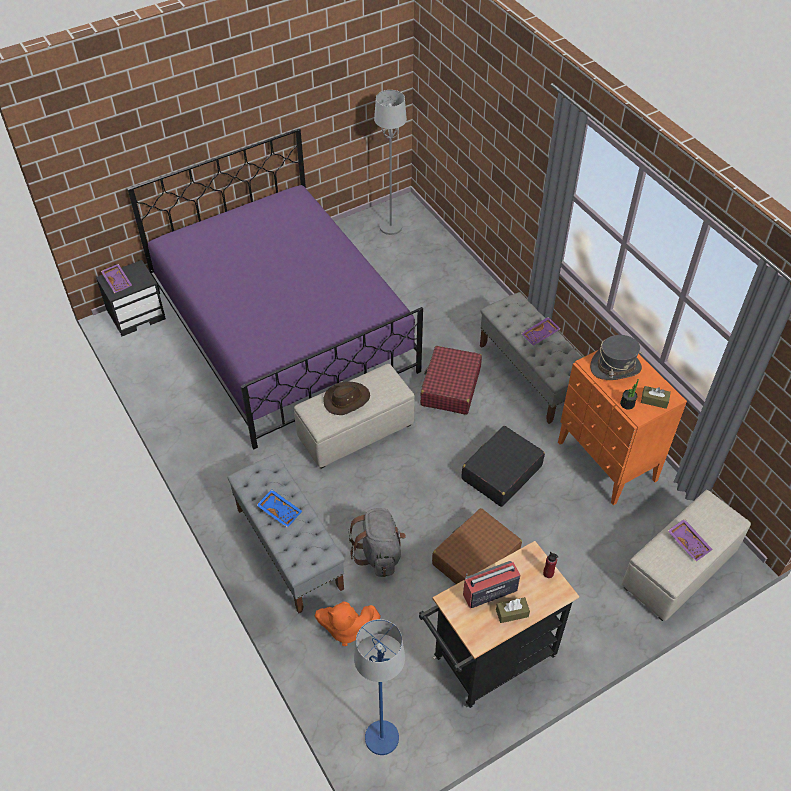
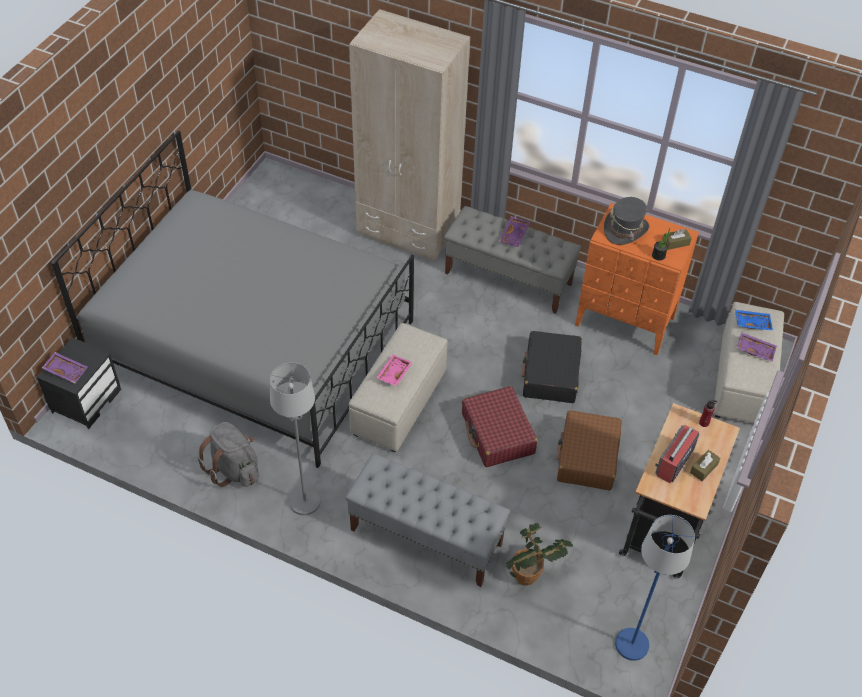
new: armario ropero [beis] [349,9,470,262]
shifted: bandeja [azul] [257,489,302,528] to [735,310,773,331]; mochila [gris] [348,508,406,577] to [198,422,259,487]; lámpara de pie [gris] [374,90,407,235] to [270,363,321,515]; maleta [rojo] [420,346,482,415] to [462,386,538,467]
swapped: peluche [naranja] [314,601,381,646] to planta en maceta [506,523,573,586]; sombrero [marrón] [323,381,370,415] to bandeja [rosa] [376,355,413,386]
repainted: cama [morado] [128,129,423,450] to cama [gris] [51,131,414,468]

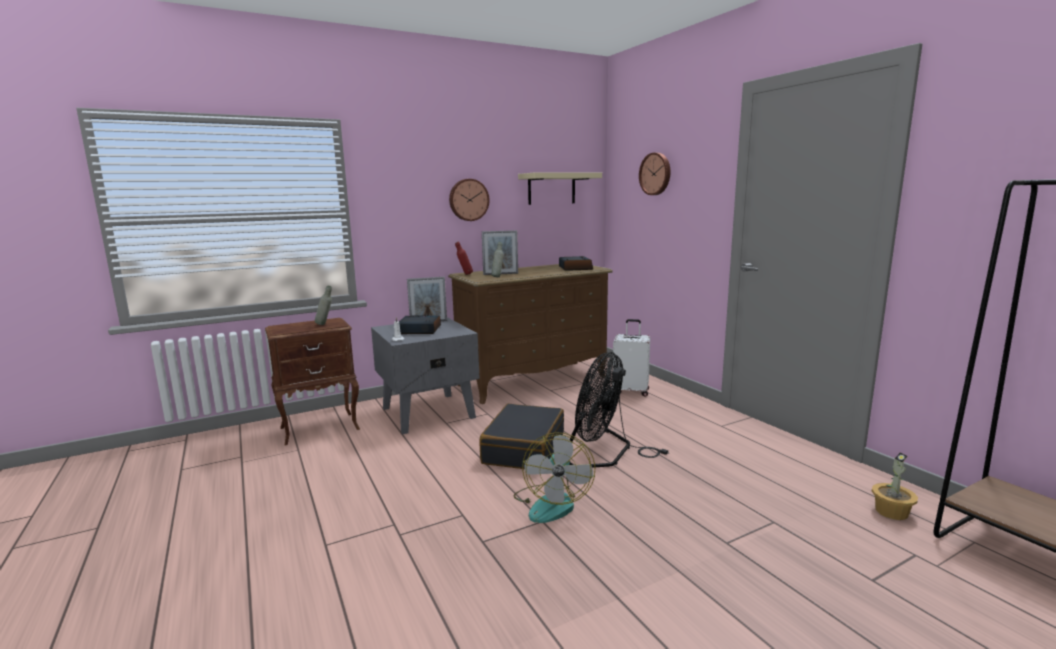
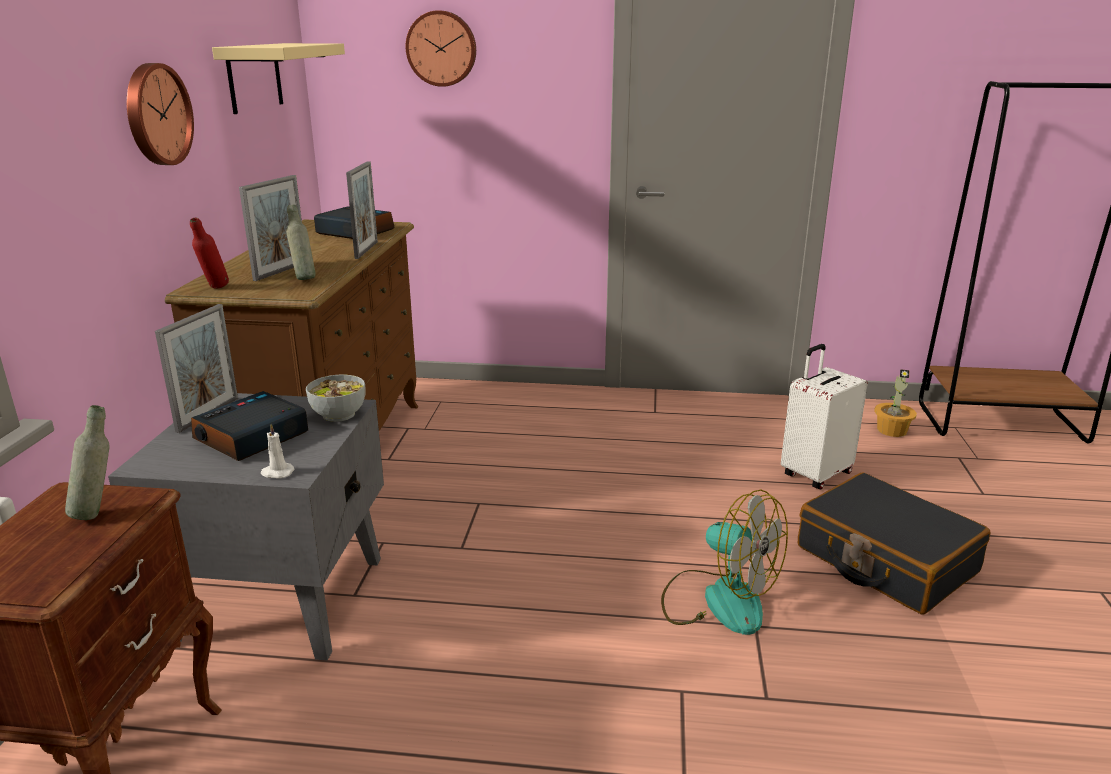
gone: ventilador [negro] [570,352,669,468]
new: cuenco [306,375,366,422]; portarretratos [346,161,378,259]
shifted: maleta [negro] [479,404,564,469] to [798,472,990,615]; maleta [blanco] [612,319,650,397] to [781,344,868,490]

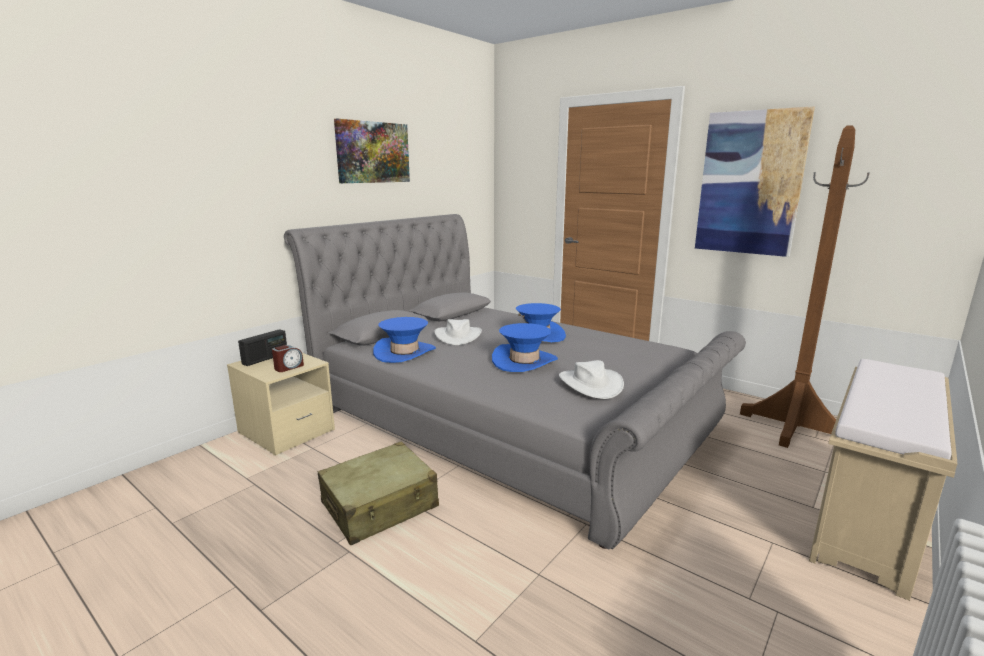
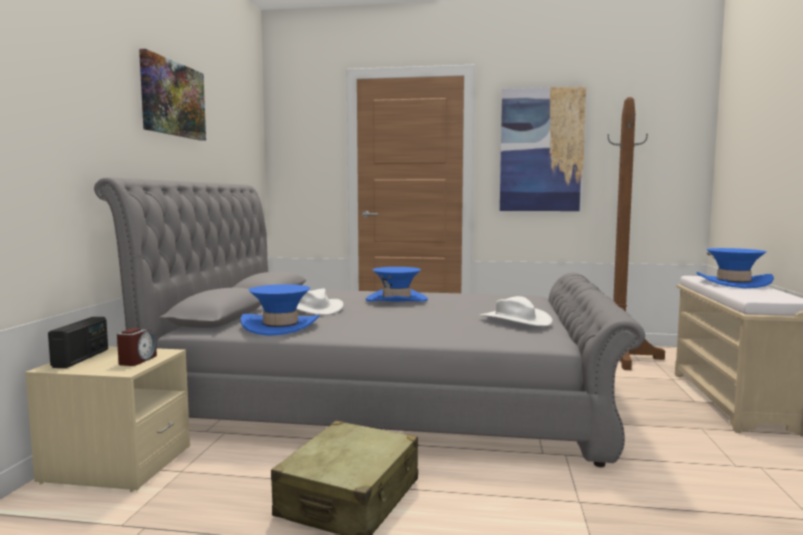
shifted: sombrero [azul] [492,323,558,372] to [696,248,774,288]

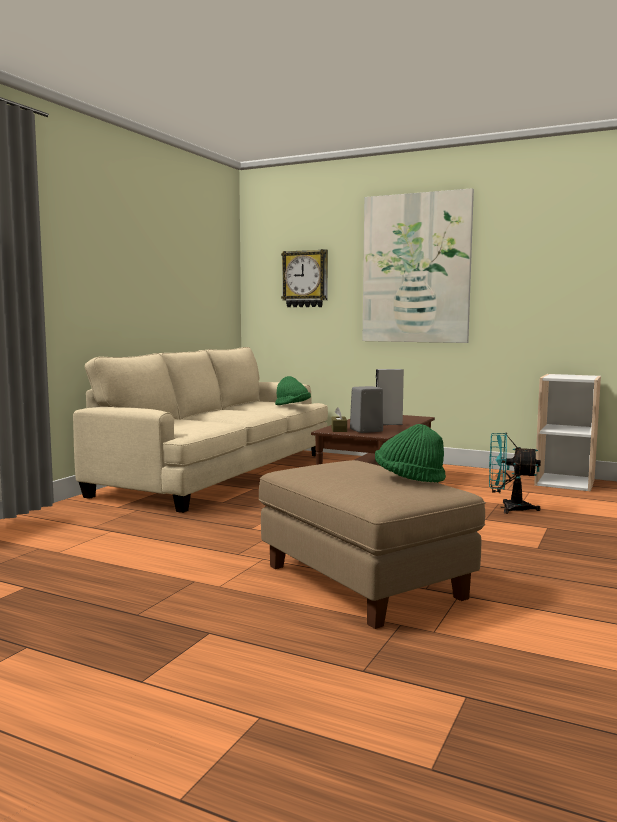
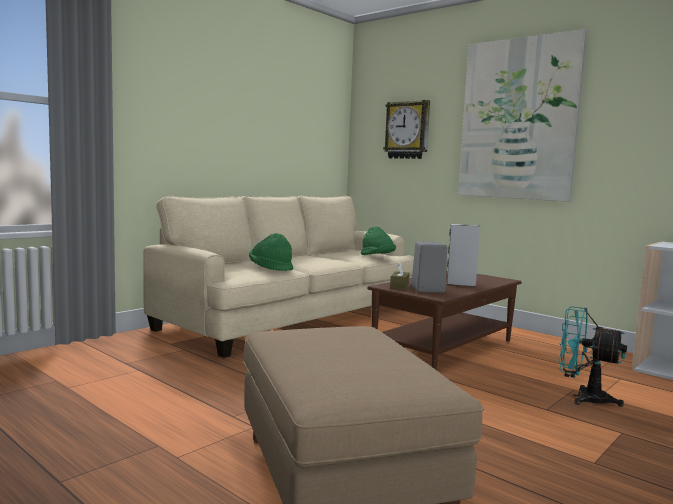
shifted: sombrero [verde] [375,424,446,483] to [249,233,293,271]

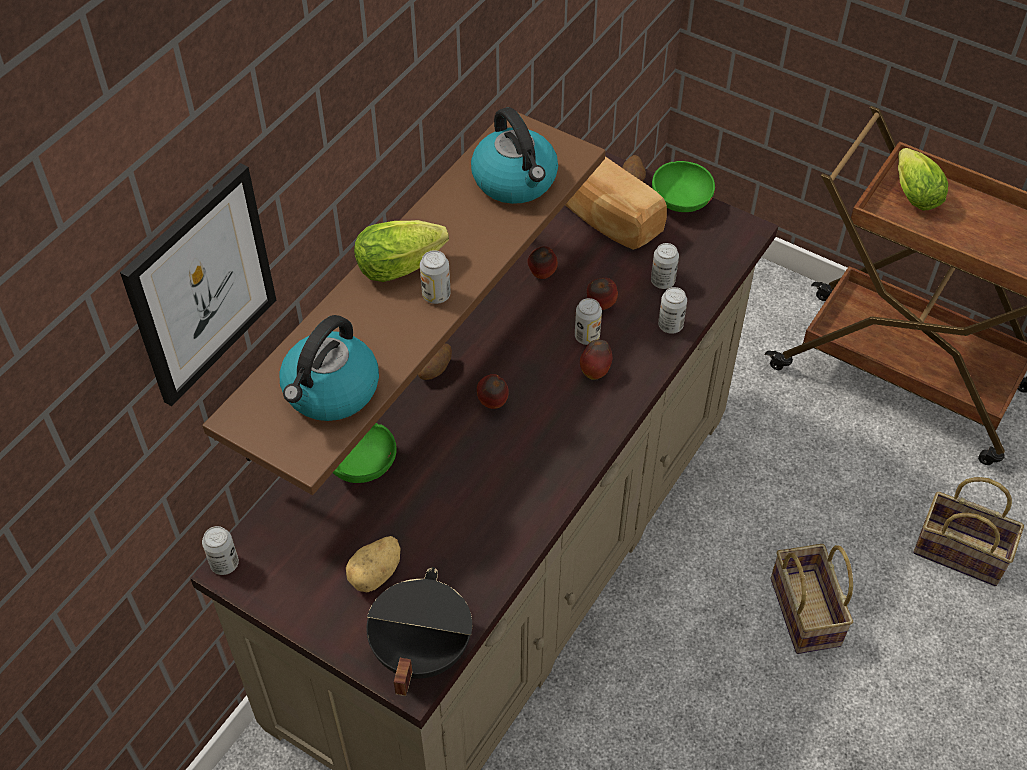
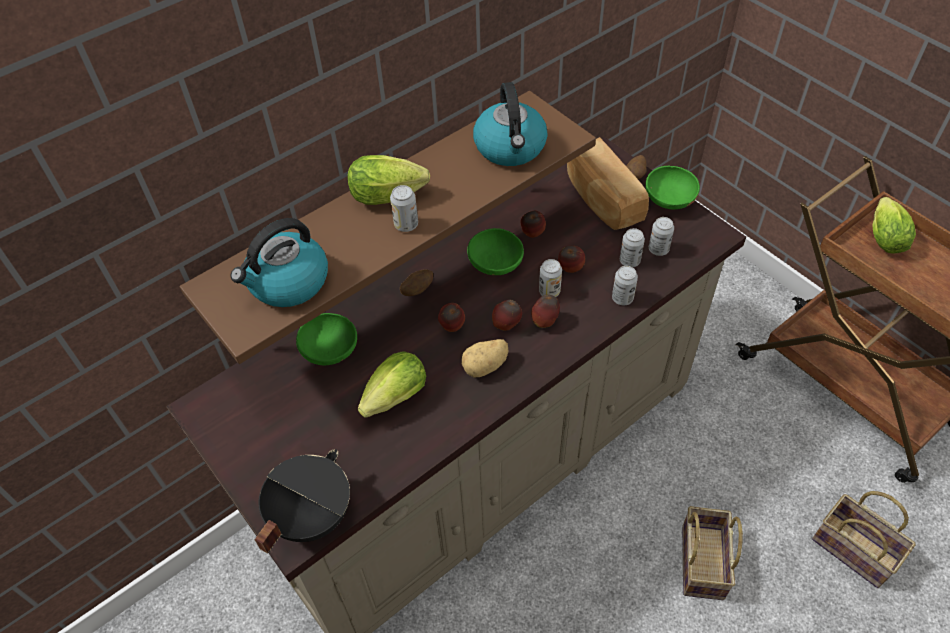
gone: cuadro [120,163,276,406]
new: lechuga [358,351,426,418]; cuenco [verde] [467,228,524,275]; manzana [492,300,522,331]
shifted: lata [202,526,239,575] to [649,217,674,256]; patata [346,536,400,592] to [461,339,508,377]

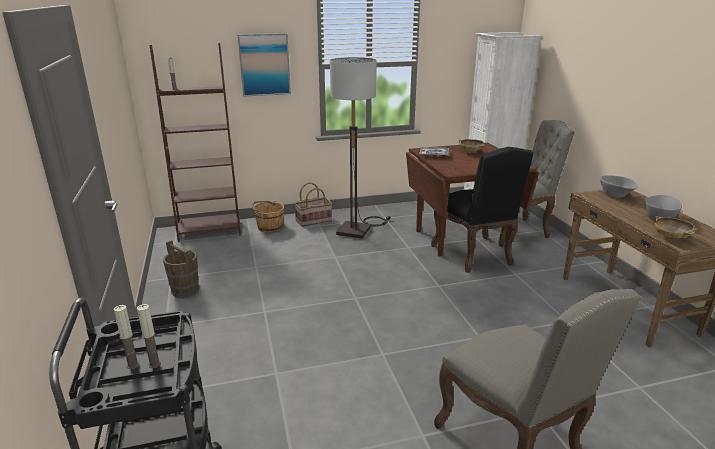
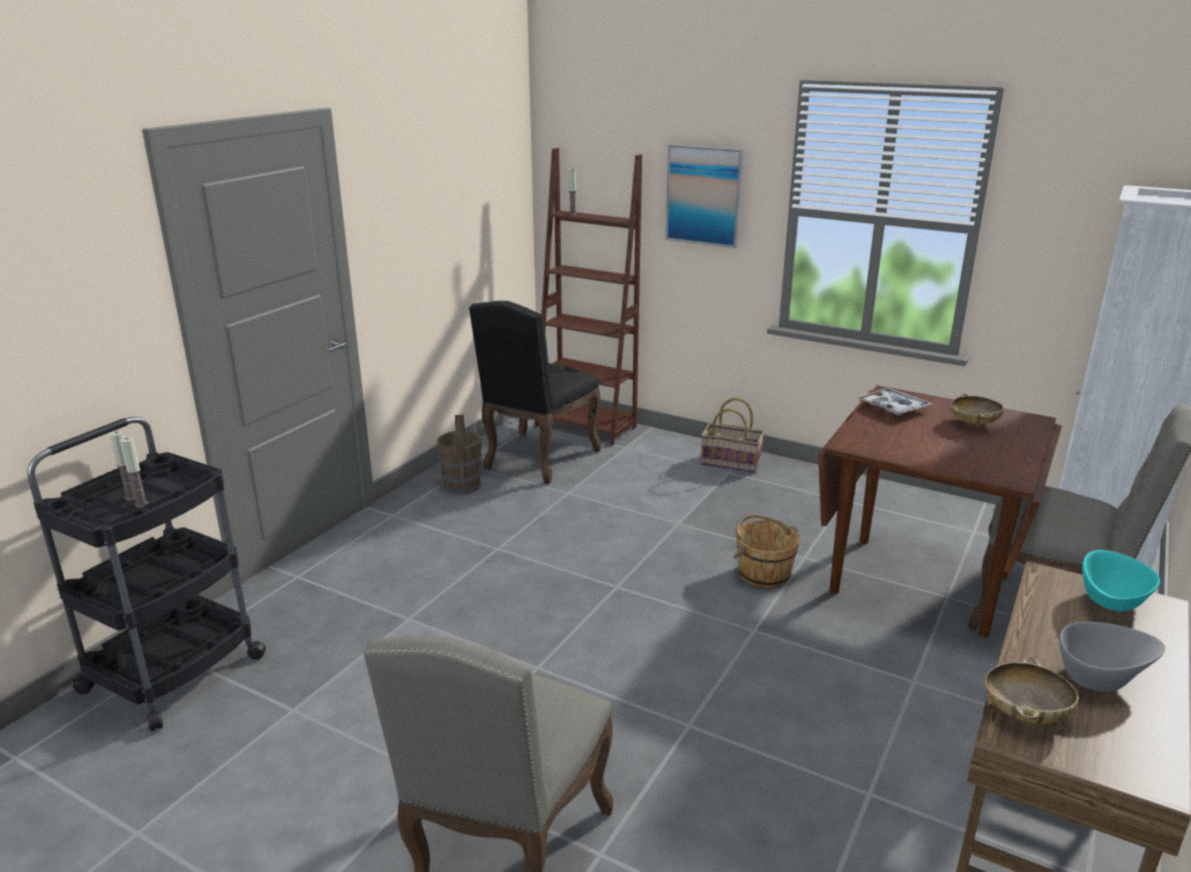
gone: lámpara de pie [330,57,391,239]
shifted: cubo [marrón] [252,201,284,233] to [733,514,800,588]; silla [negro] [431,147,533,273] to [469,301,601,484]
repainted: cuenco [gris] [600,175,638,198] to cuenco [turquesa] [1082,550,1160,611]

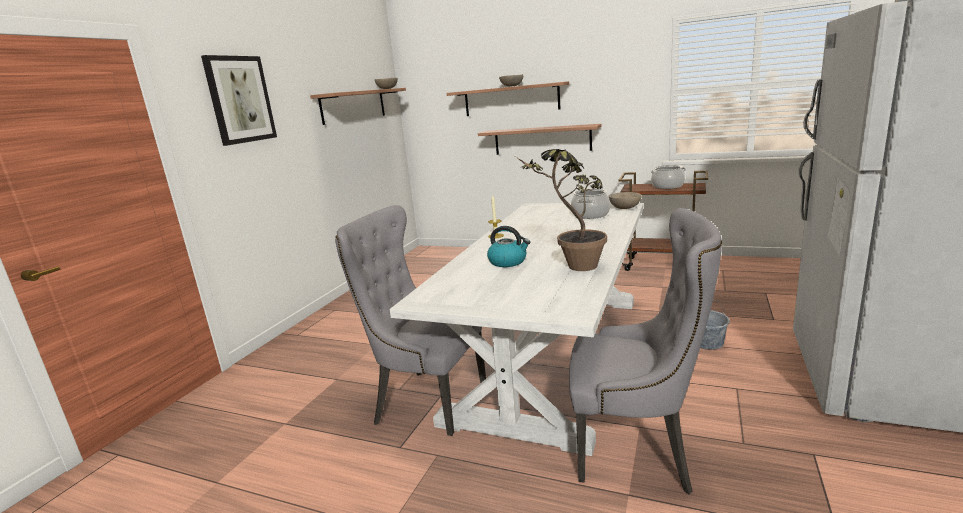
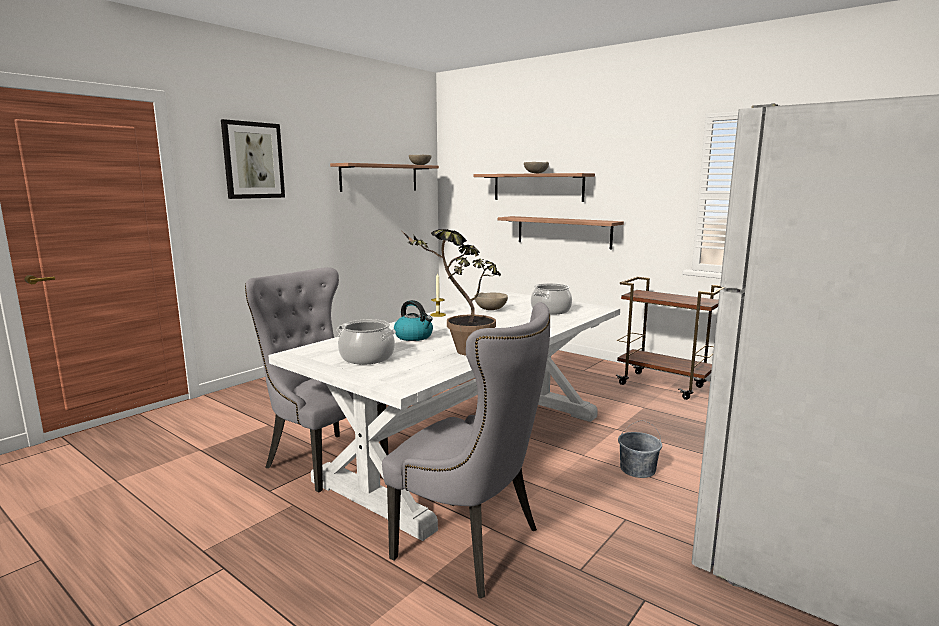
shifted: cuenco [beis] [609,192,641,209] to [475,293,508,310]; olla [650,165,686,189] to [337,319,396,365]

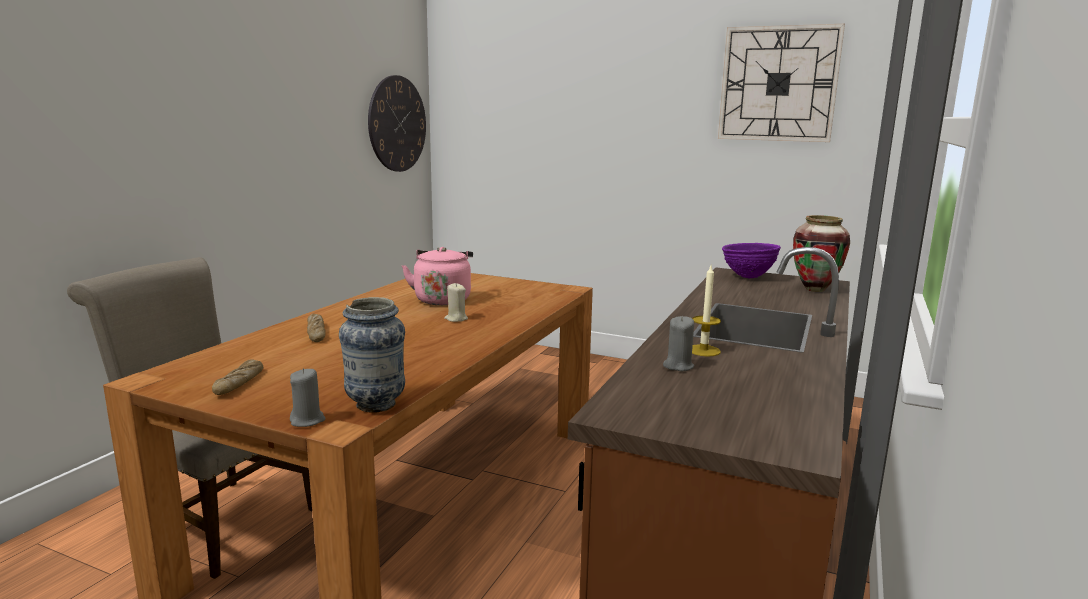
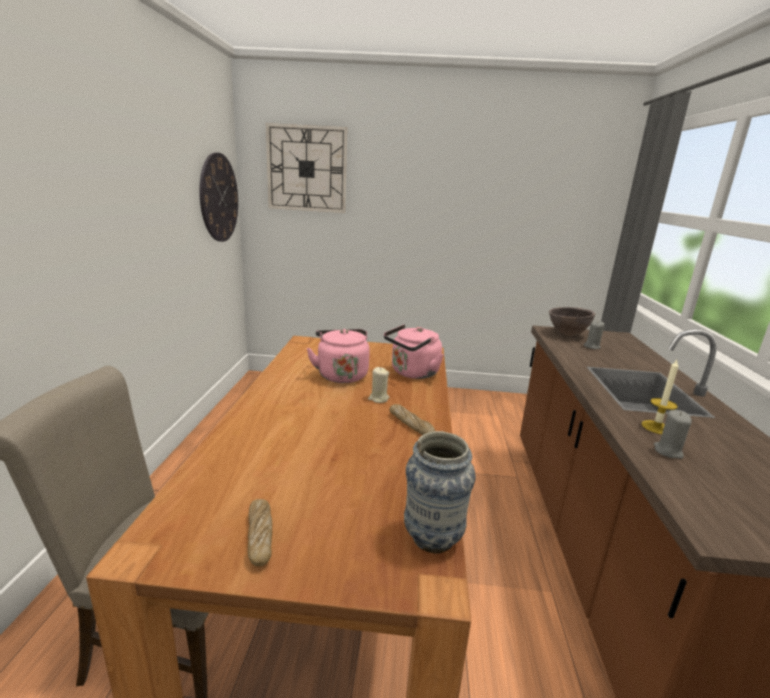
gone: florero [793,215,850,292]
new: hervidor [rosa] [384,324,443,379]
shifted: vela [gris] [290,368,325,427] to [584,321,604,349]; pan [307,314,326,342] to [390,404,435,435]; reloj de pared [718,24,845,142] to [266,123,347,213]
repainted: cuenco [morado] [722,243,781,279] to cuenco [marrón] [549,307,595,336]

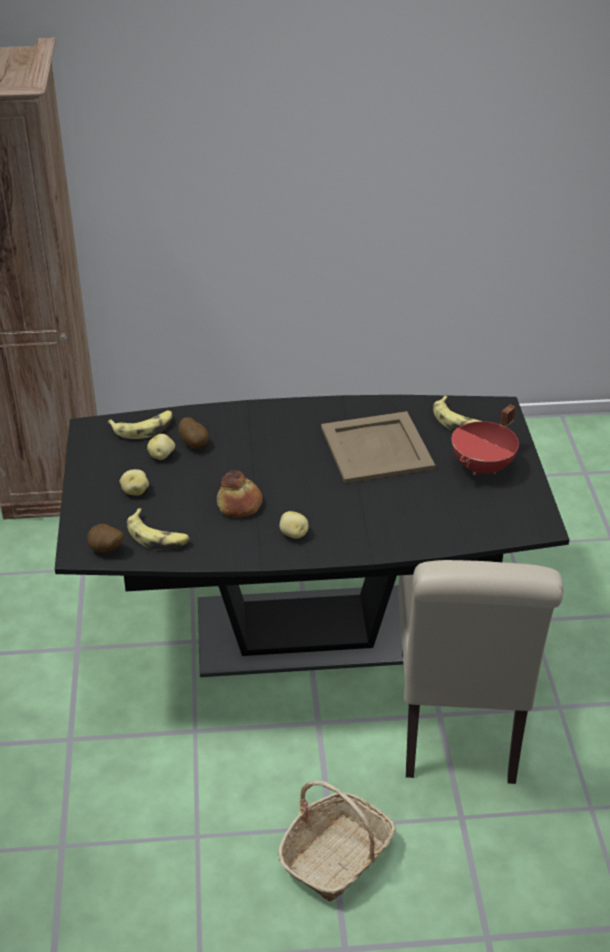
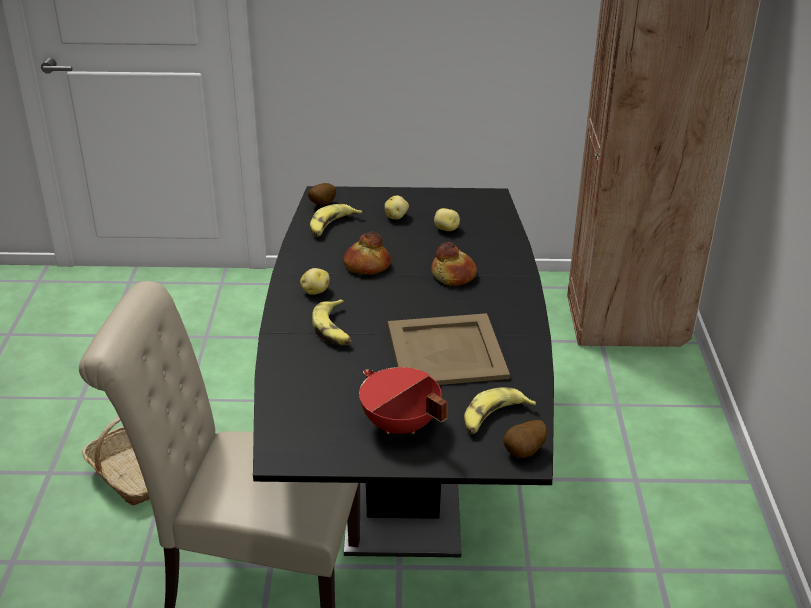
new: pan [431,242,477,286]
shifted: plátano [108,411,172,439] to [312,299,351,345]; patata [178,417,209,449] to [503,420,547,458]

